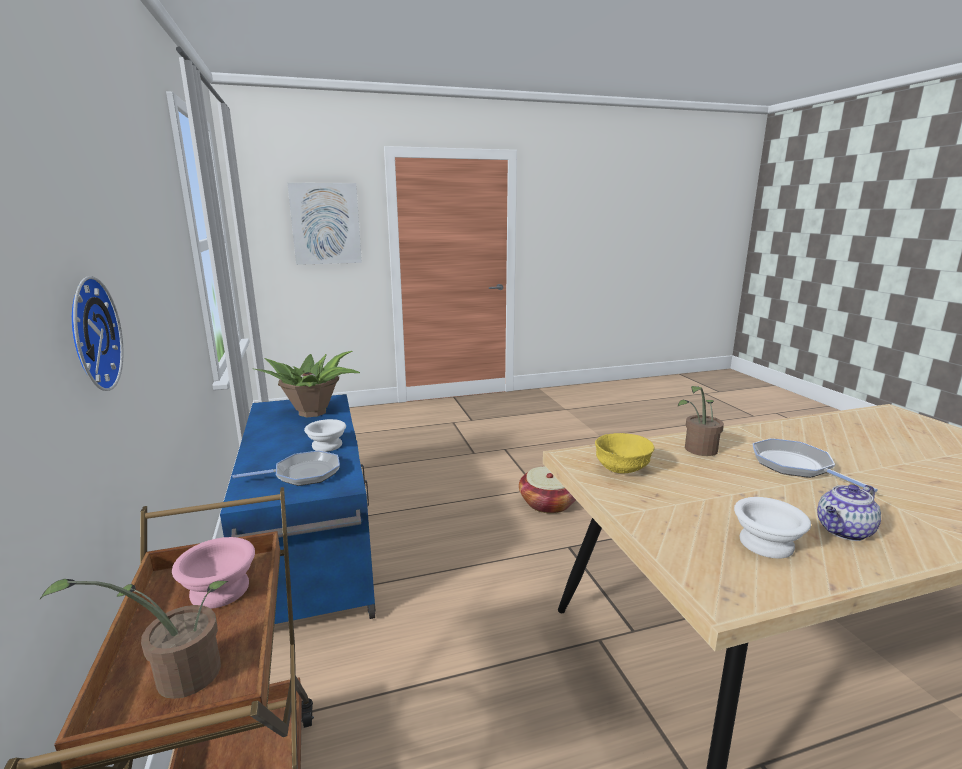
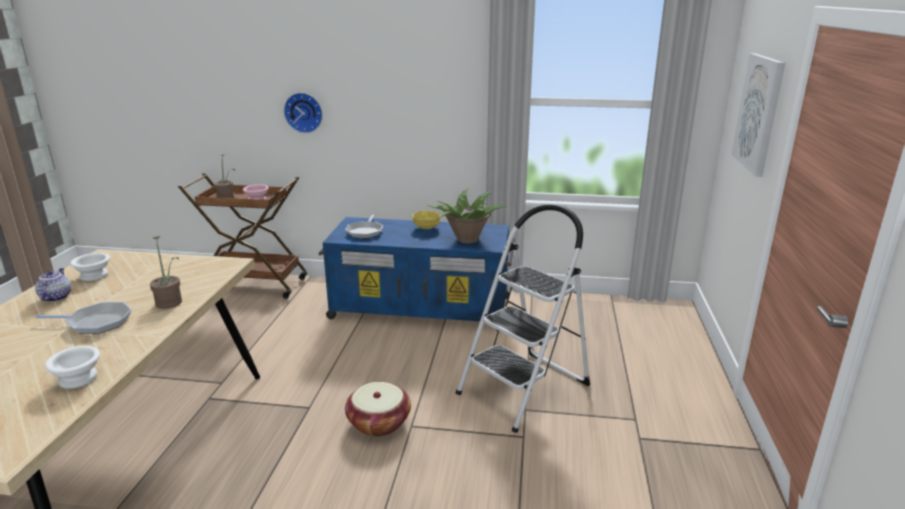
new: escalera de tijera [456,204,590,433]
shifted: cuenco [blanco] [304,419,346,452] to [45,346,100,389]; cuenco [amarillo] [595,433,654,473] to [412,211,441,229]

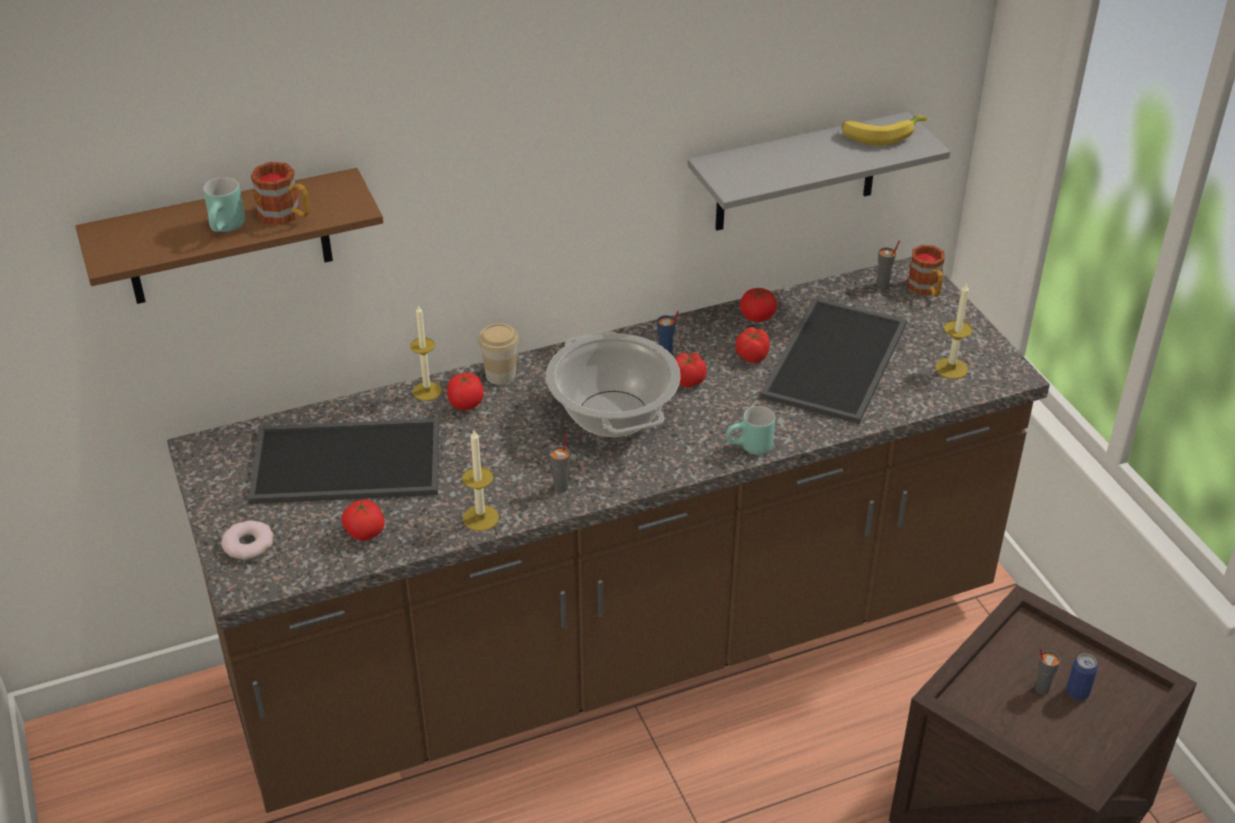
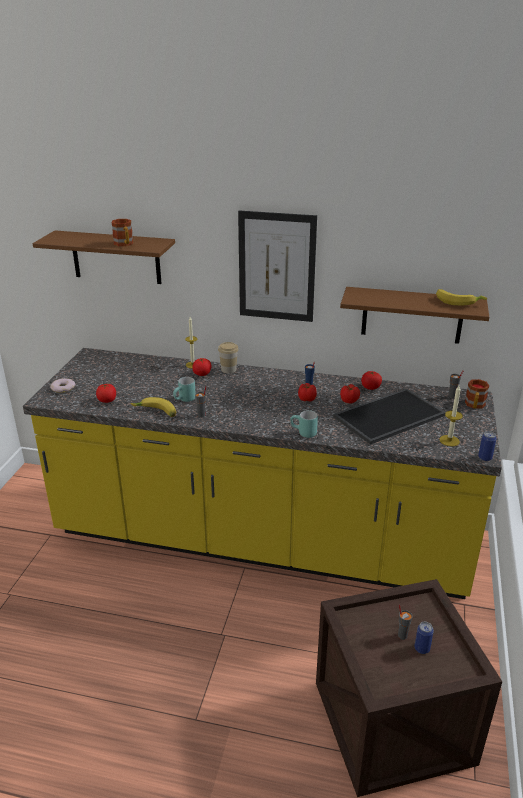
gone: bandeja [248,418,439,504]; olla [546,331,681,438]
new: cuadro [238,211,317,322]; lata [478,431,497,461]
shifted: taza grande [turquesa] [203,177,245,232] to [173,377,196,402]
swapped: vela [462,430,499,531] to plátano [130,397,176,417]
repainted: mueble bajo de cocina [marrón] [167,257,1050,813] to mueble bajo de cocina [amarillo] [23,348,502,599]; estante [gris] [688,112,950,231] to estante [marrón] [340,287,489,344]

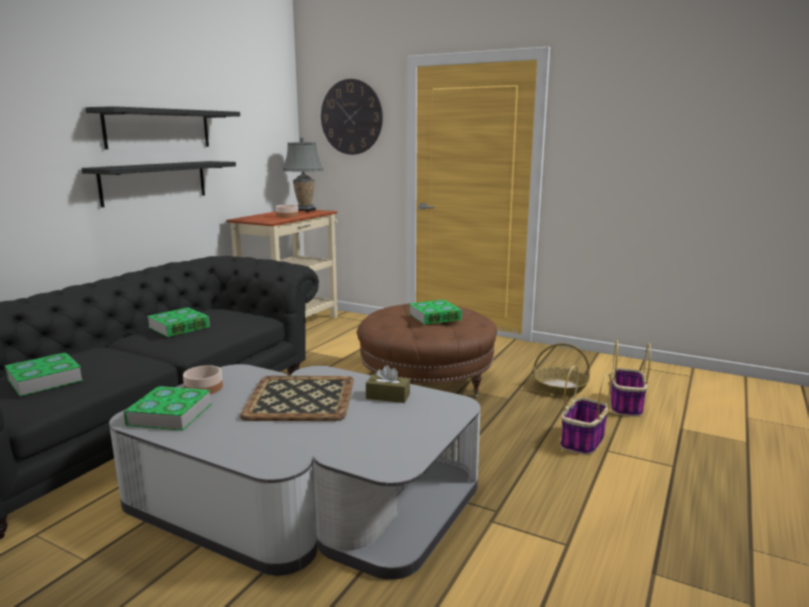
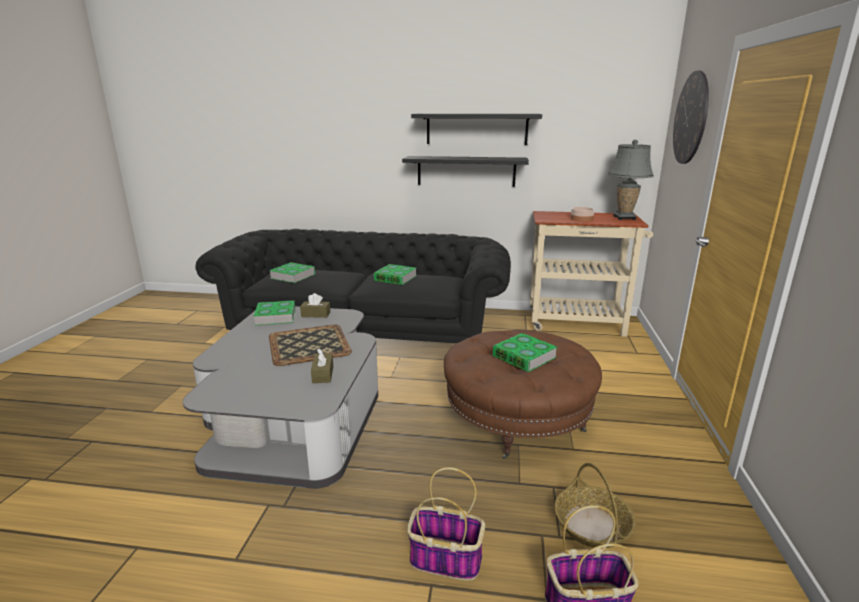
swapped: cuenco [183,365,223,394] to caja de pañuelos [marrón] [300,293,330,318]

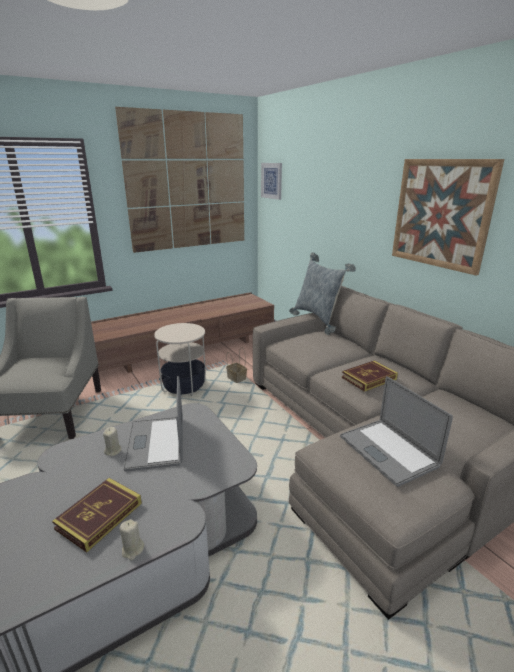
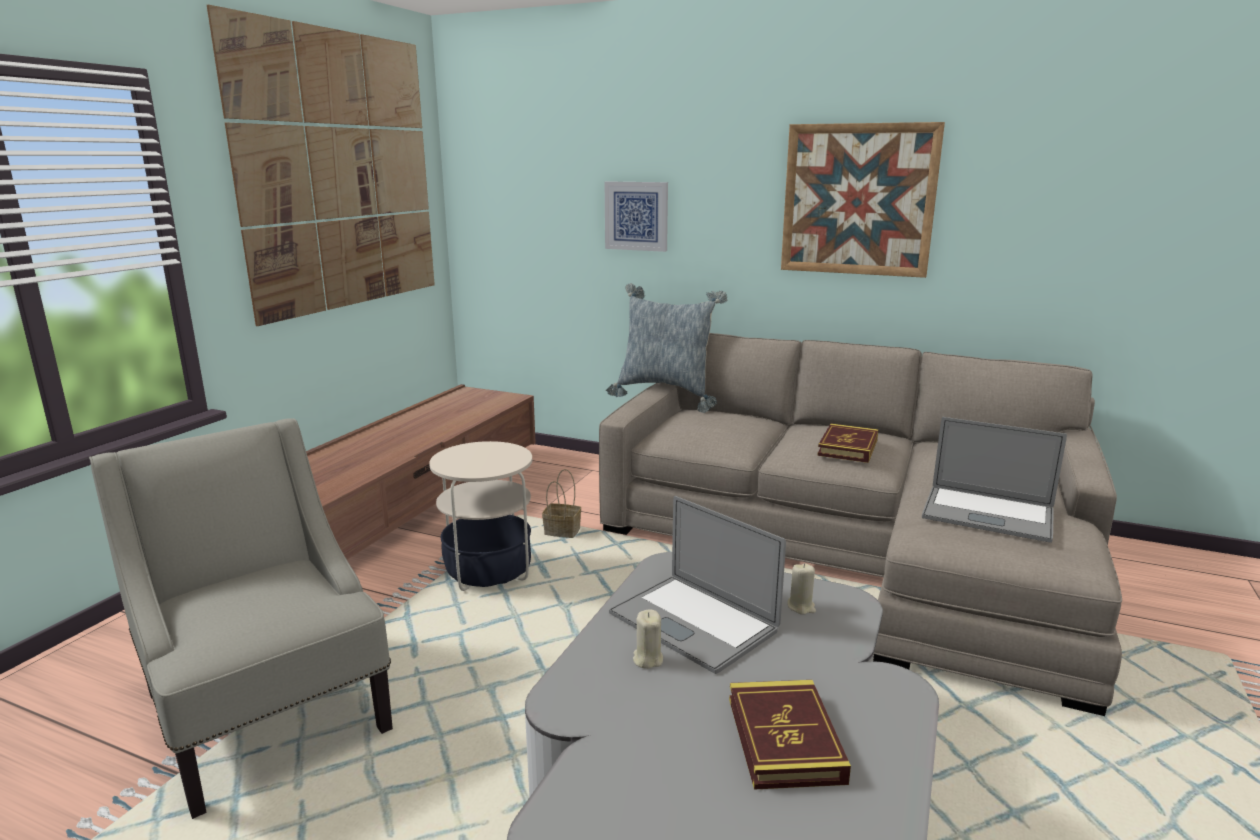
shifted: vela [beis] [119,519,144,560] to [788,563,816,615]; cuadro [261,163,282,200] to [605,181,668,252]

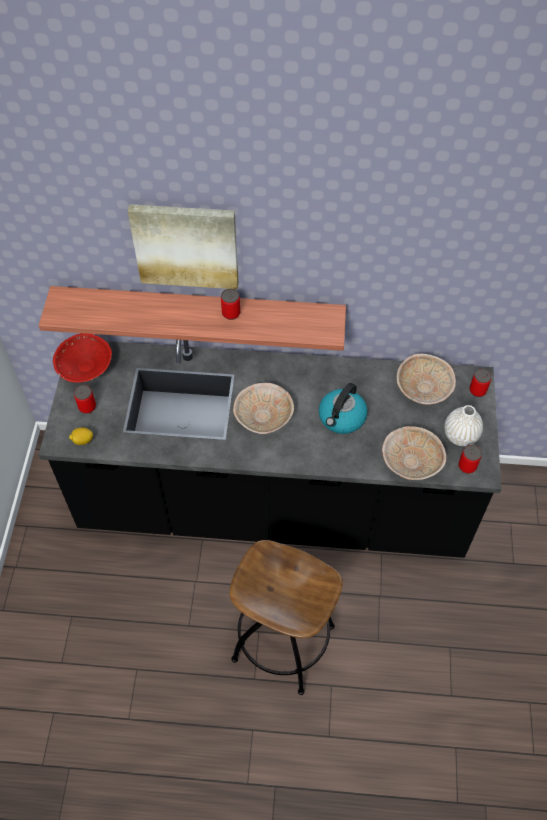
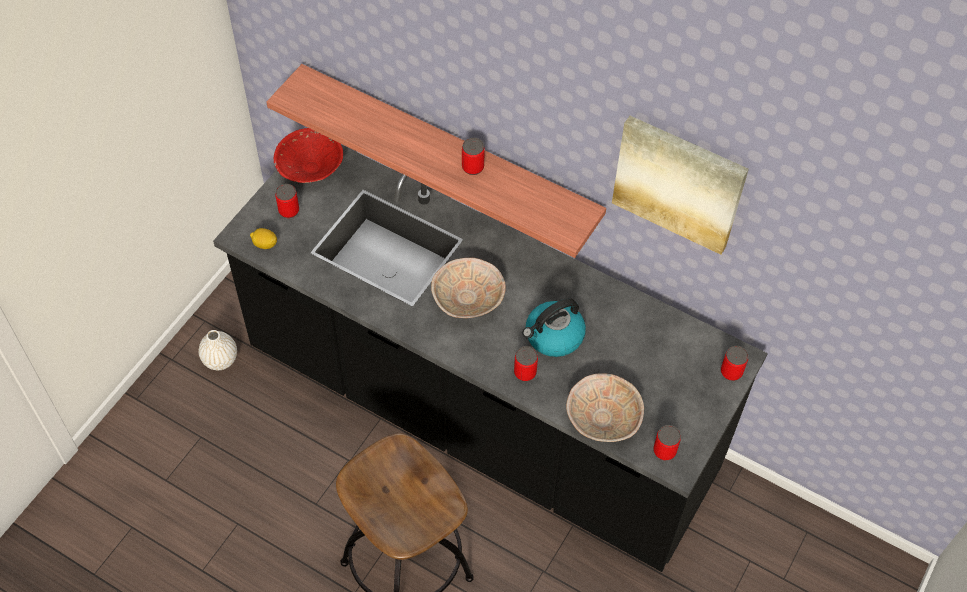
gone: cuenco [beis] [397,354,456,405]
new: lata [514,346,538,381]
shifted: cuadro [128,204,238,289] to [612,116,749,255]; florero [blanco] [444,405,483,446] to [199,330,237,370]

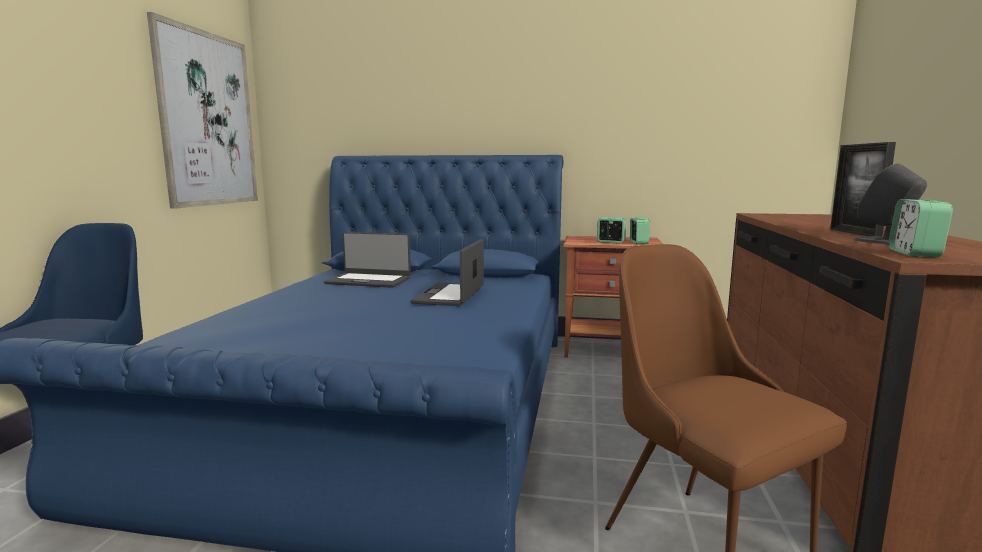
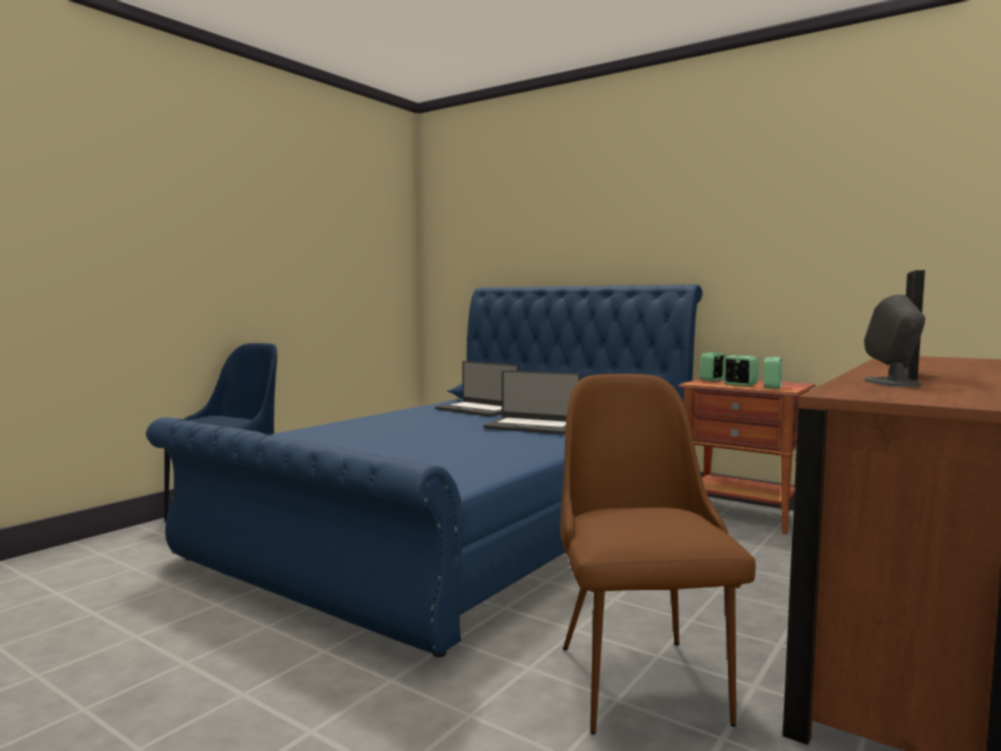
gone: cuadro [147,12,258,209]
shifted: despertador [889,199,953,257] to [700,352,726,381]
rotated: portátil [410,239,484,306] = [483,370,580,434] 105 degrees counterclockwise

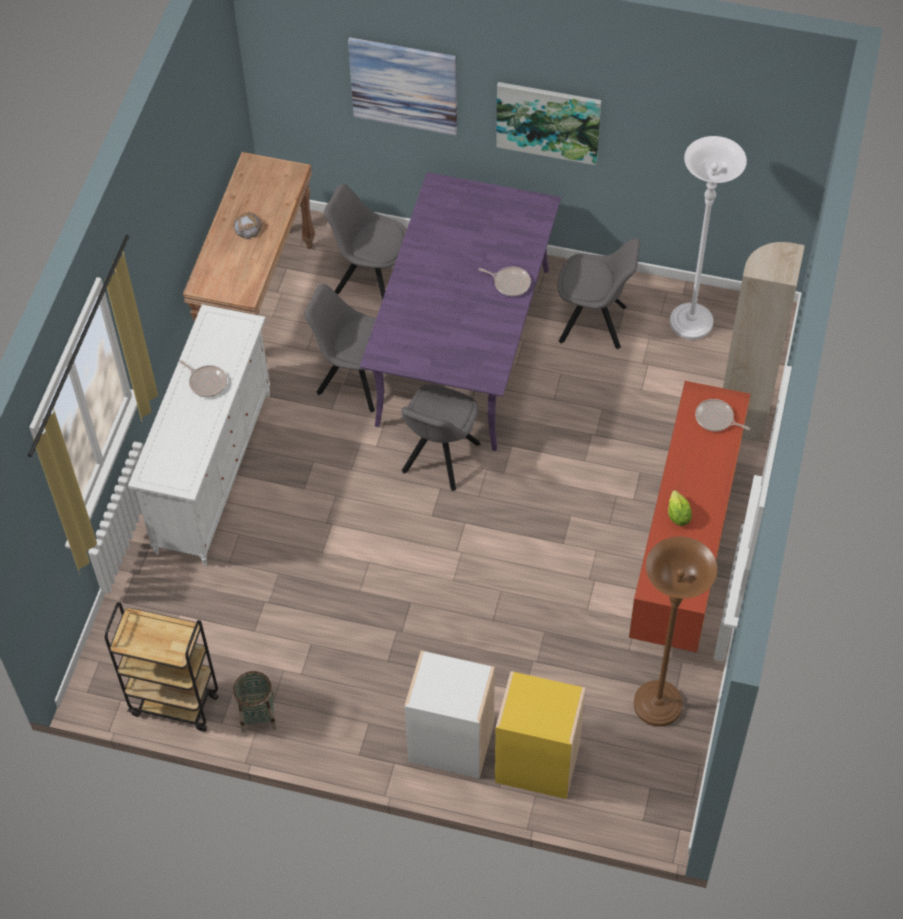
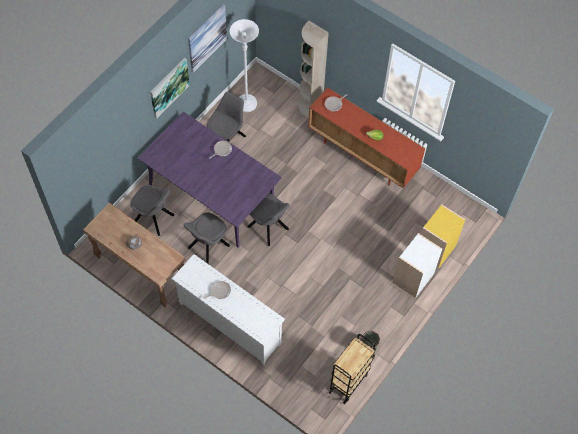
gone: lámpara de pie [marrón] [634,536,717,727]
shifted: cuadro [348,37,457,136] to [188,4,227,73]
rotated: silla [gris] [324,184,406,300] = [130,185,174,236] 105 degrees counterclockwise

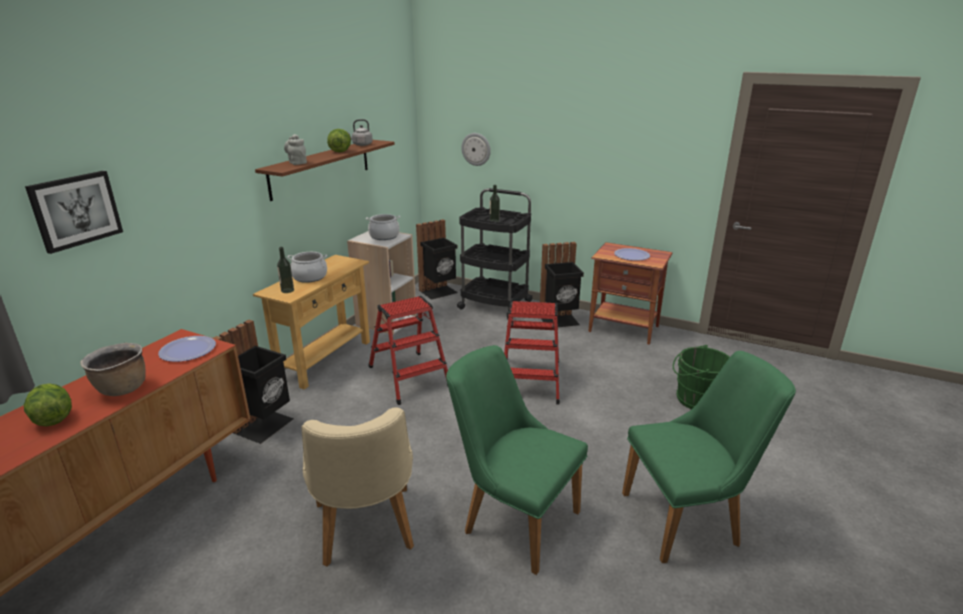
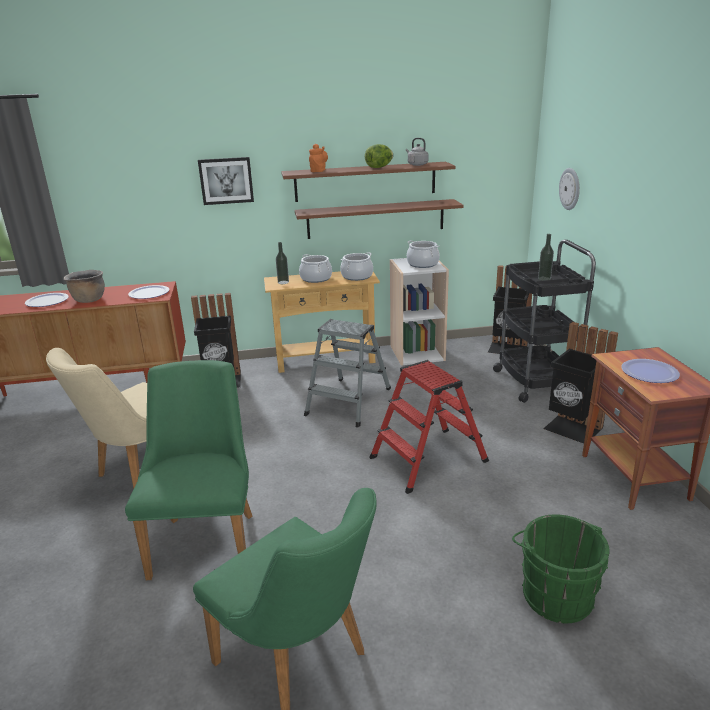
new: estante [marrón] [295,199,464,239]; olla [340,252,373,281]
shifted: cuadro [25,171,123,254] to [198,157,254,205]
swapped: lechuga [24,383,72,426] to plato [25,293,69,307]
repainted: tetera [gris] [284,134,307,165] to tetera [naranja] [309,144,328,172]; escalera de tijera [rojo] [368,296,448,405] to escalera de tijera [gris] [304,319,391,428]

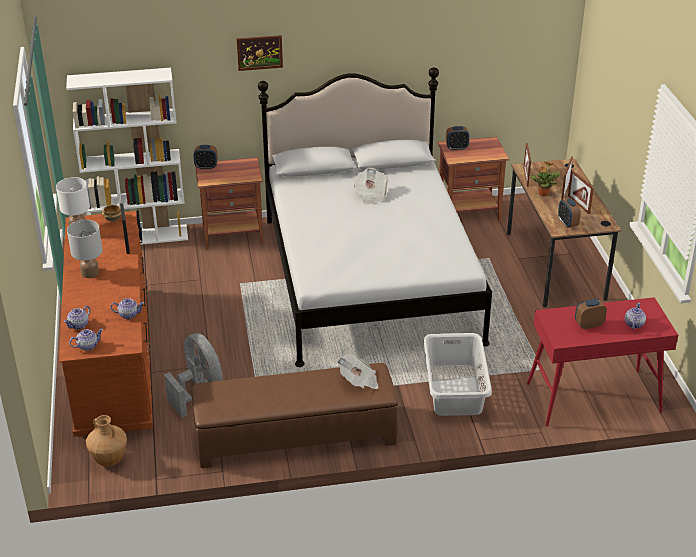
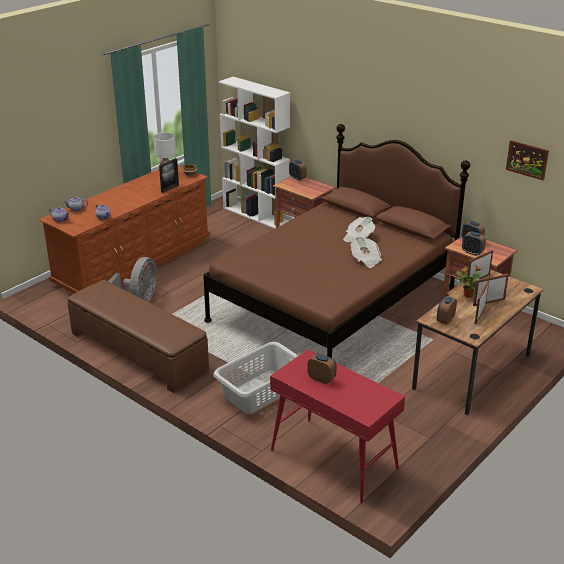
gone: lámpara de mesa [gris] [67,220,103,278]; florero [marrón] [86,415,127,467]; tetera [625,303,646,329]
new: despertador [462,232,486,256]
shifted: cuadro [236,35,283,71] to [506,140,549,181]; periódico [337,354,378,389] to [351,236,382,268]
repainted: cama [blanco] [258,67,492,367] to cama [marrón] [203,124,470,358]

